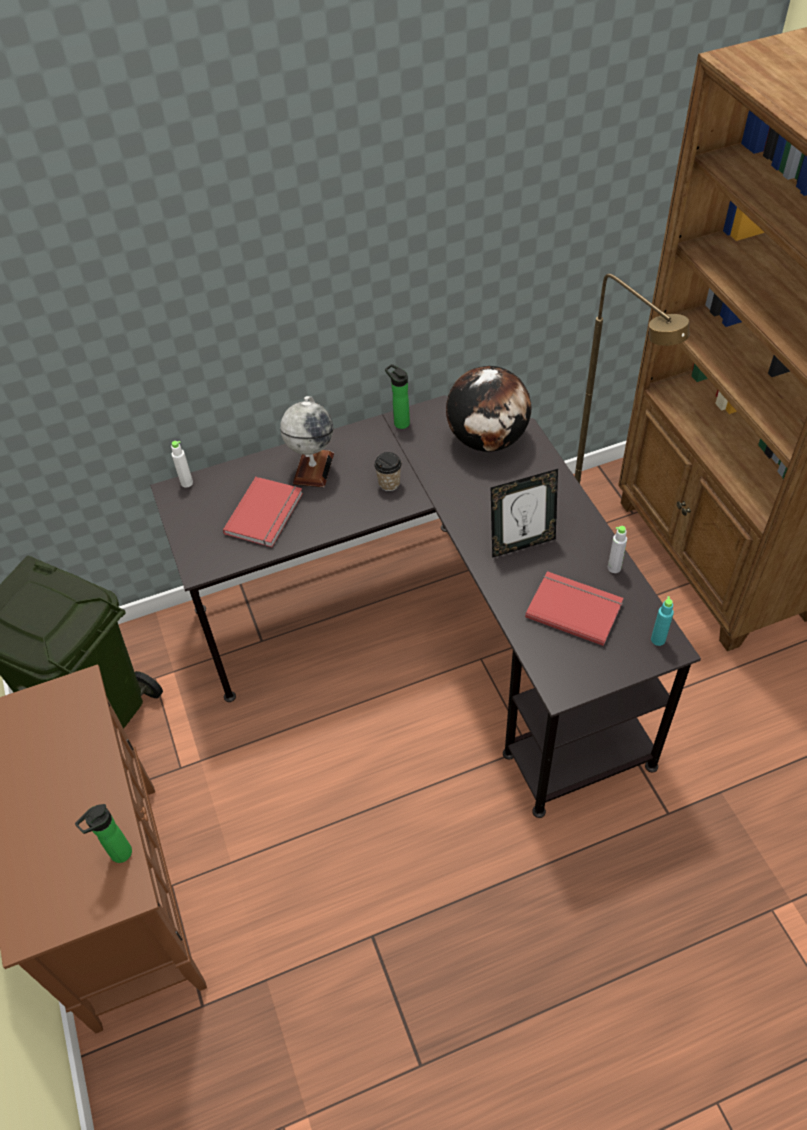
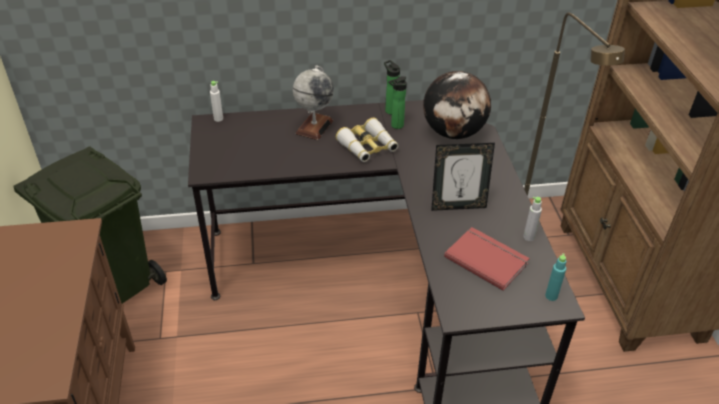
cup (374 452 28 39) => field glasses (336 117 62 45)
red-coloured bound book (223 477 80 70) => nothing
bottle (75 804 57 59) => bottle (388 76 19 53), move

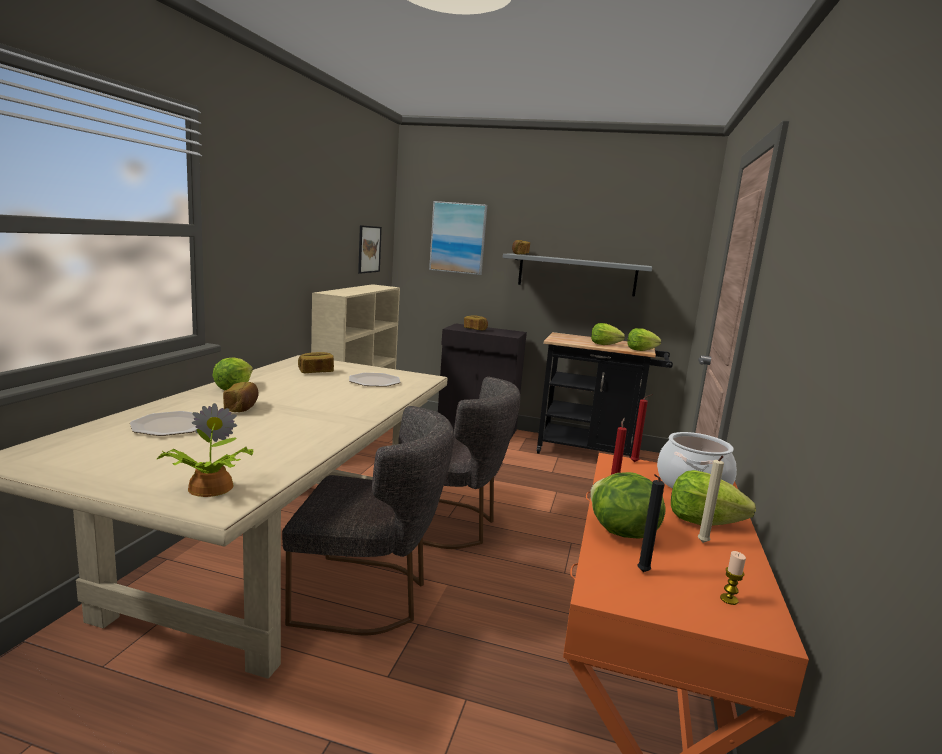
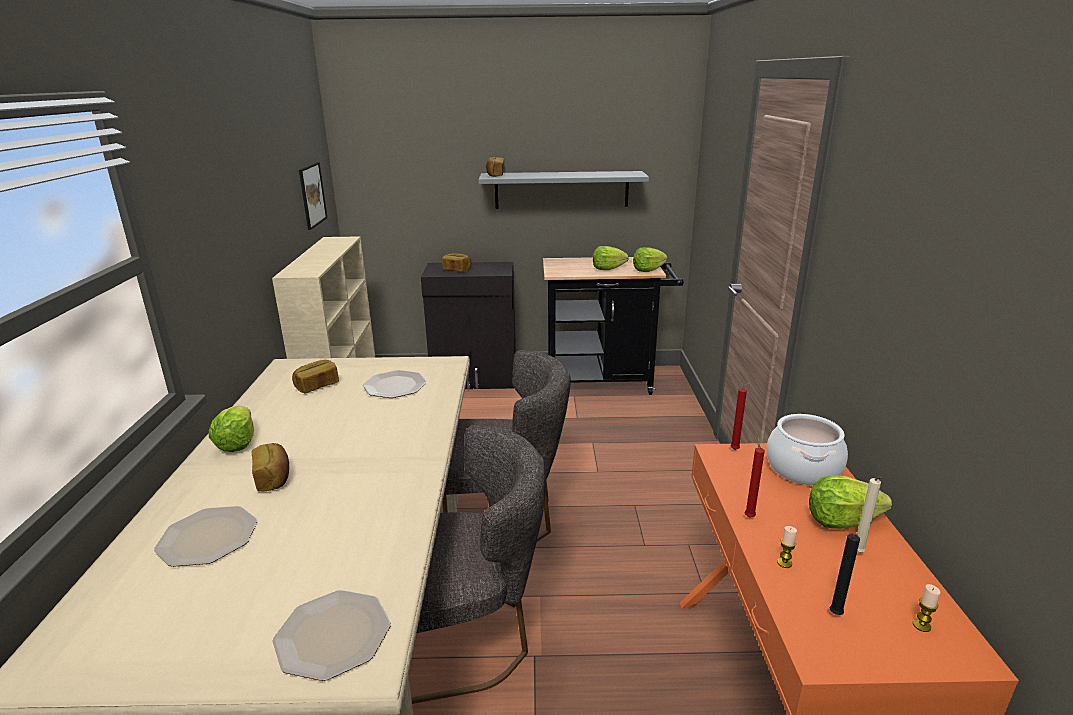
wall art (429 201 58 74) => nothing
houseplant (155 403 99 94) => dinner plate (272 590 119 91)
lettuce head (590 472 76 67) => wax candle (777 526 20 42)

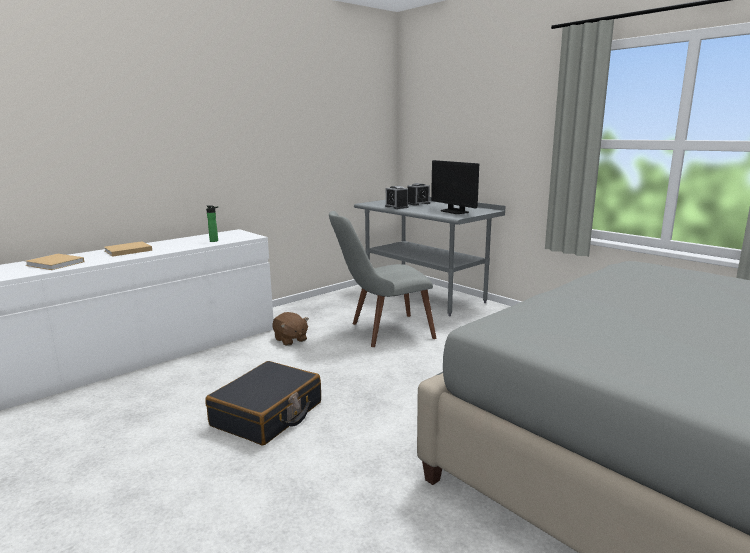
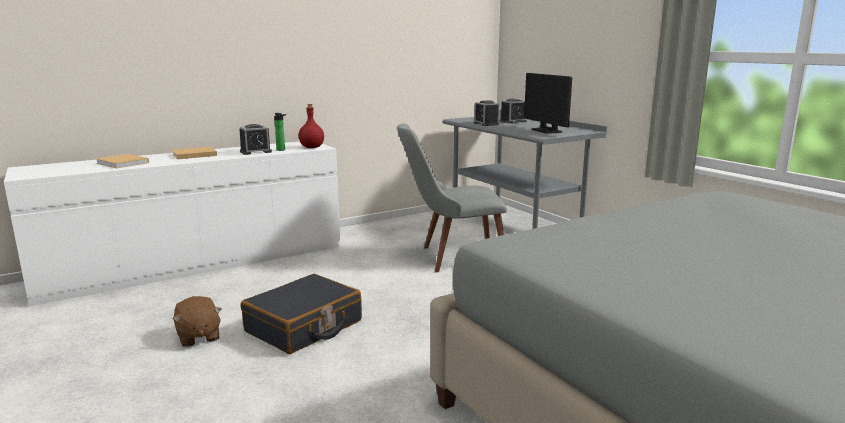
brown-coloured cuddly toy (273 312 36 34) => brown-coloured cuddly toy (173 296 49 51), move
nothing => red-coloured bottle (299 104 25 44)
nothing => bedside clock (239 124 33 31)

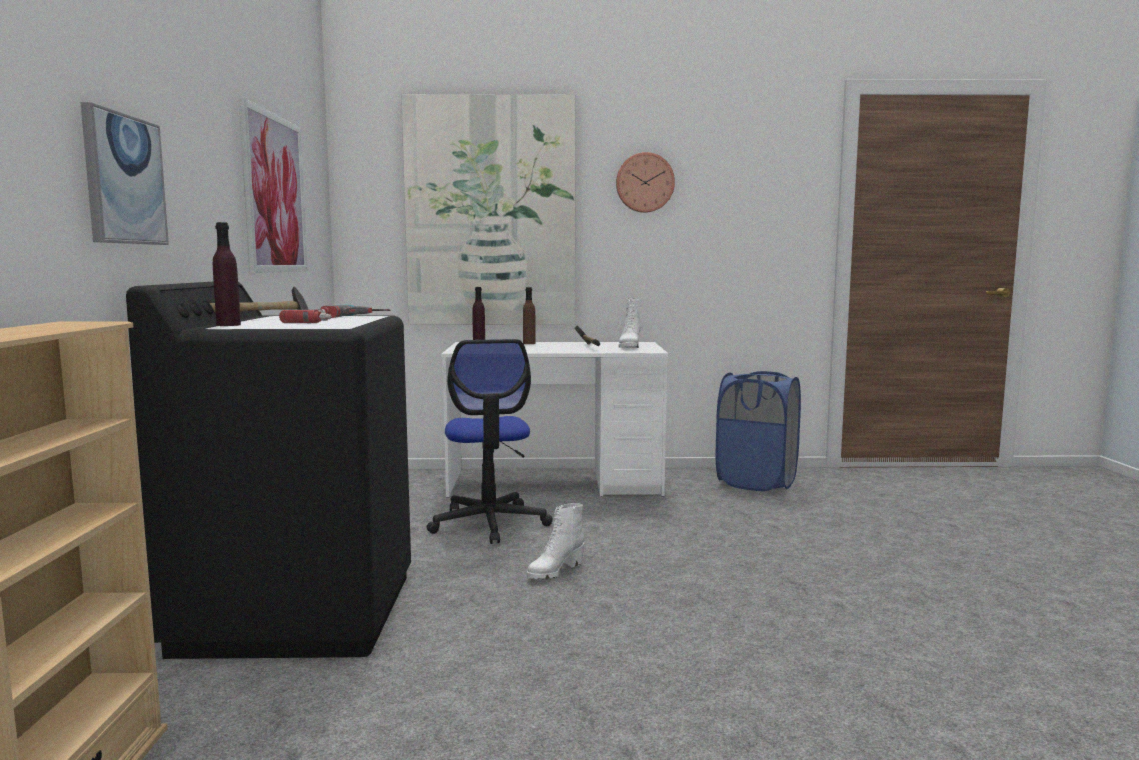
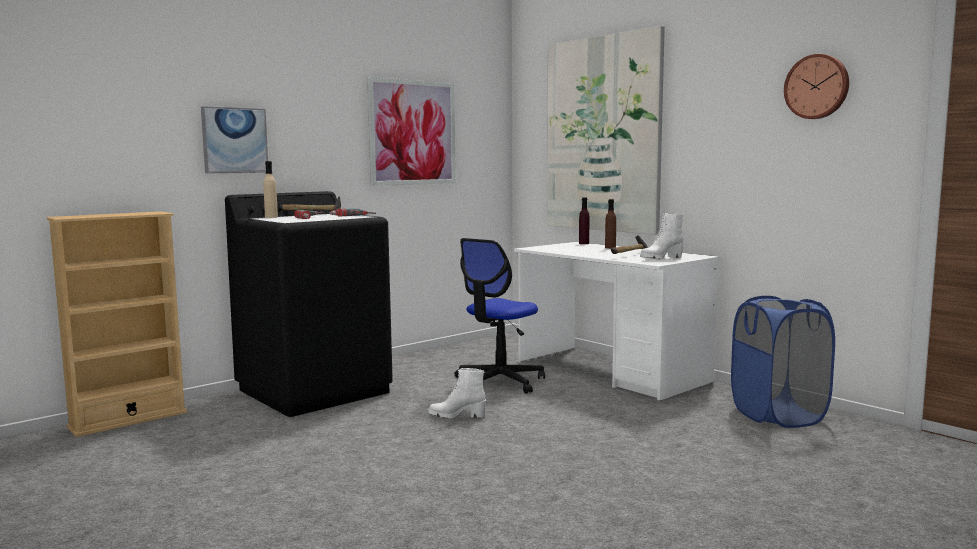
hanging clock (616 152 59 61) => hanging clock (784 54 65 65), move
purple-coloured bottle (213 222 28 104) => beige-coloured bottle (263 161 15 57)

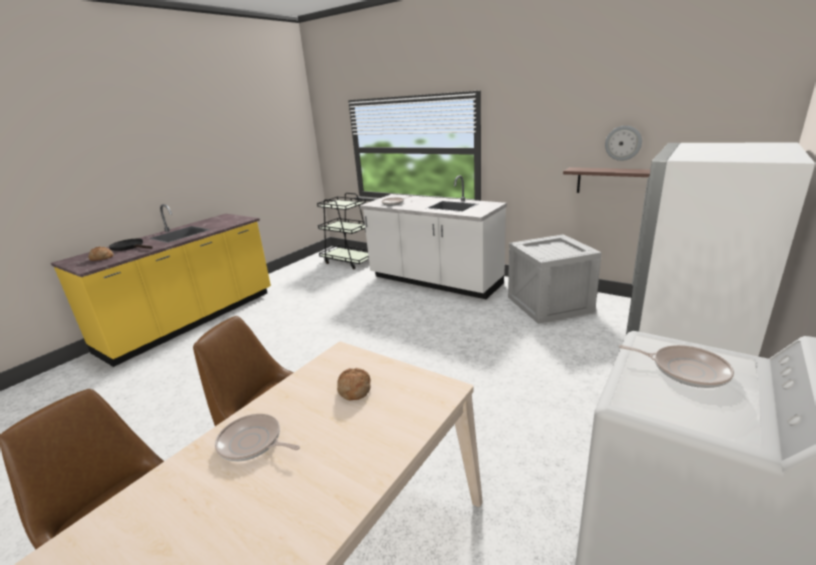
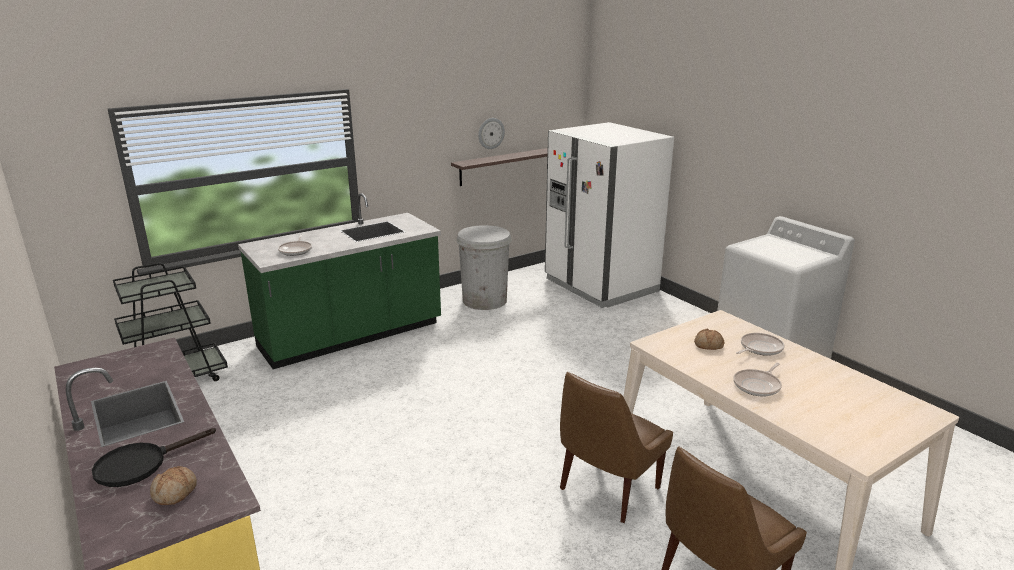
white kitchen counter (360 175 147 124) => greenish kitchen counter (238 193 203 176)
crate (508 234 94 90) => white rubbish bin (456 225 56 85)
frying pan (619 345 115 43) => frying pan (736 333 49 23), move

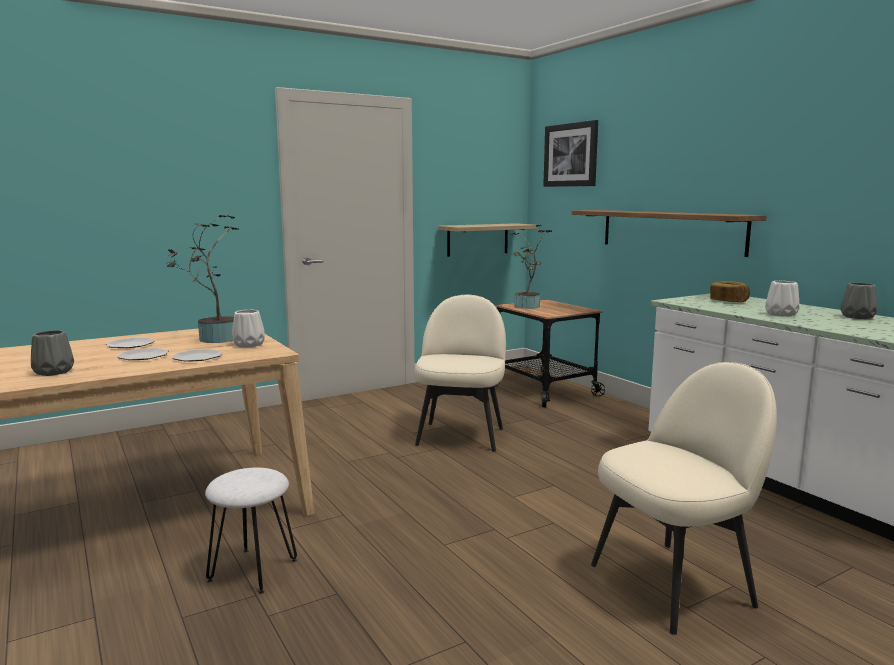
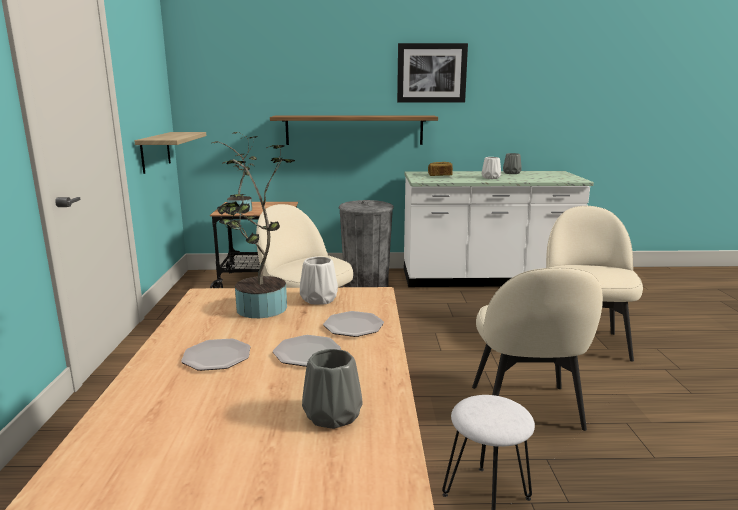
wall art (543 120 55 67) => wall art (397 43 71 60), move
nothing => grey rubbish bin (339 200 55 87)
nothing => beige-coloured upright chair (472 267 131 164)

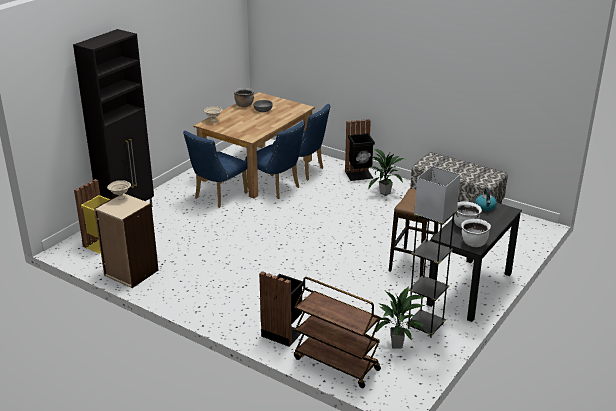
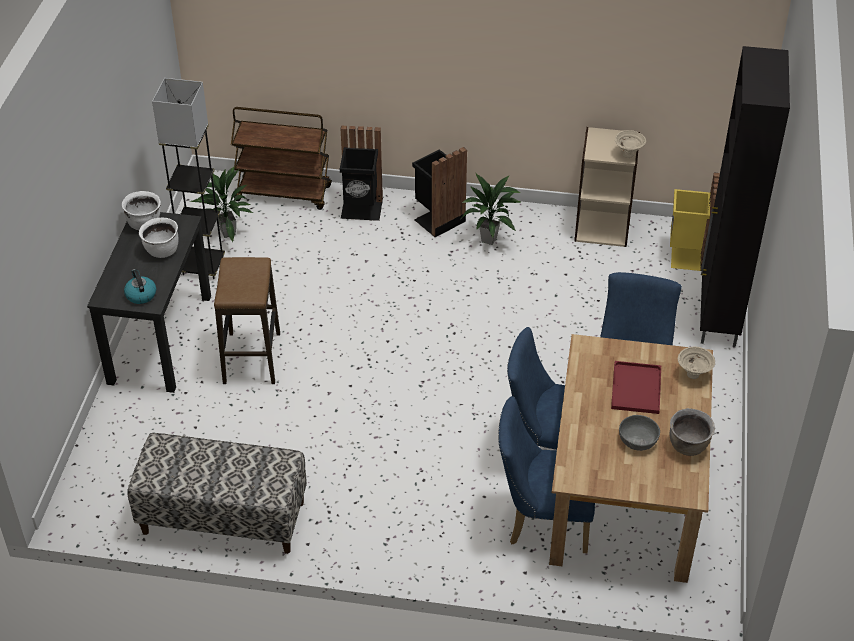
blackish rubbish bin (345 119 30 62) => blackish rubbish bin (412 147 55 90), move
houseplant (368 148 38 48) => houseplant (461 174 61 71), move
nothing => red-coloured carrying tray (611 361 50 53)

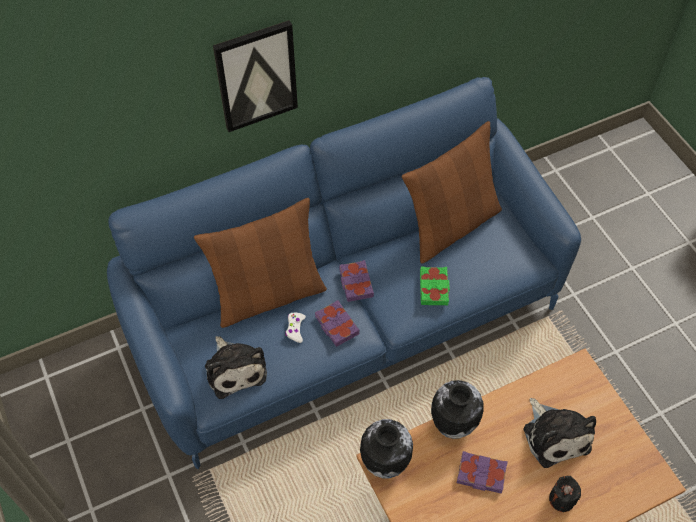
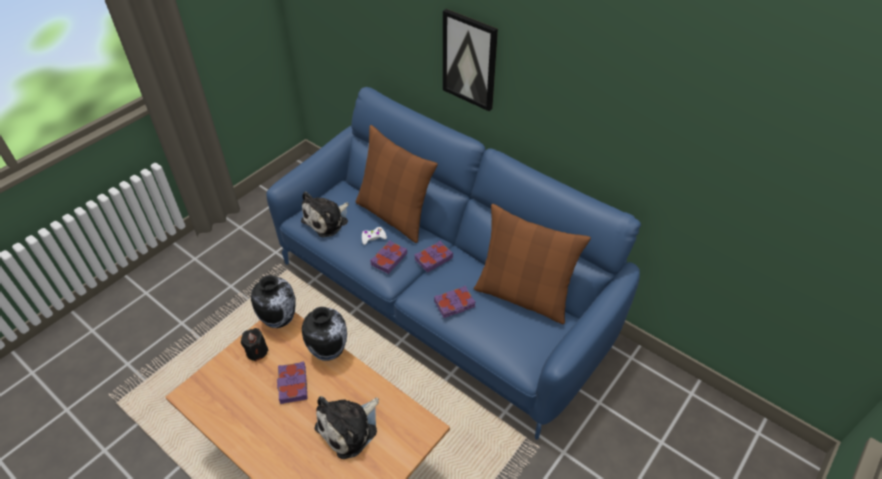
greenish bound book (420 266 30 39) => purple-coloured bound book (434 285 41 33)
blackish wax candle (549 476 32 36) => blackish wax candle (241 328 27 34), move

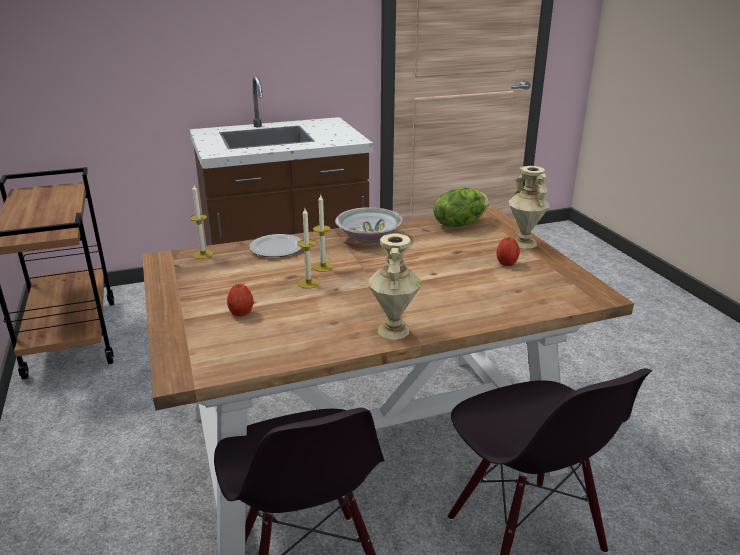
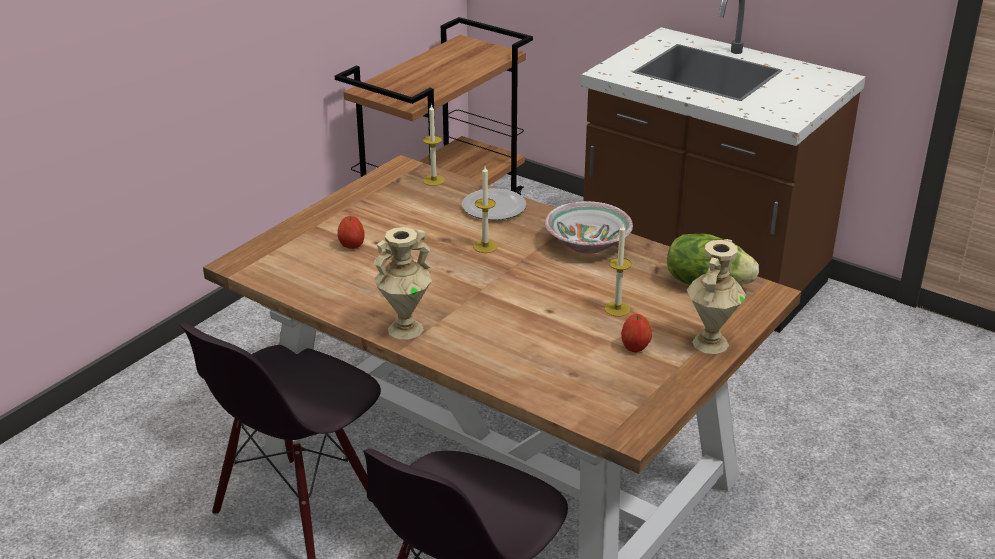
wax candle (297 208 22 81) => wax candle (604 224 28 93), move

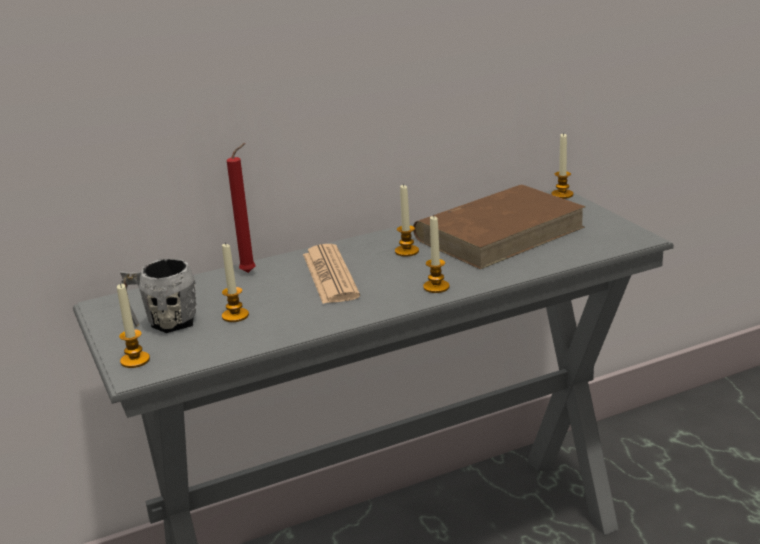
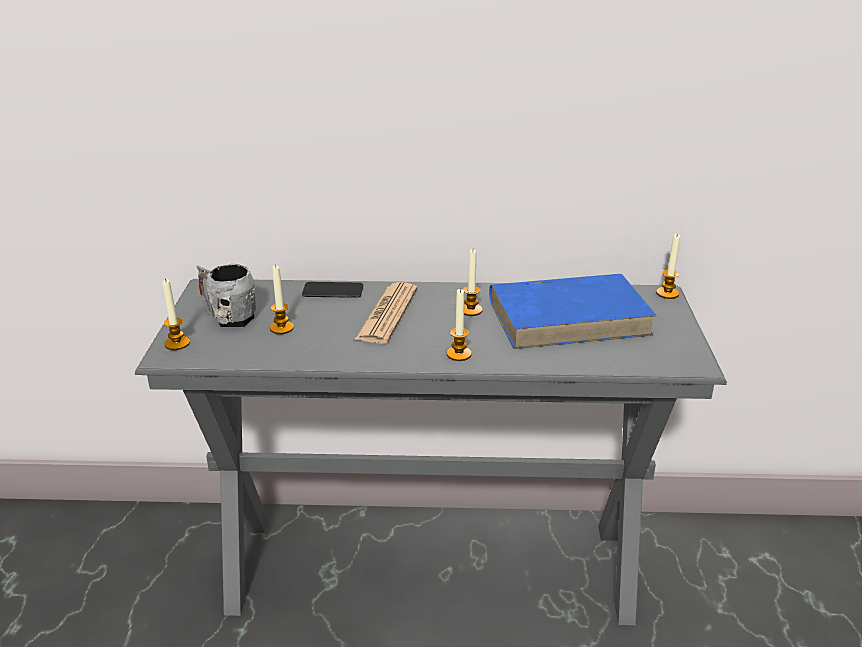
red-coloured wax candle (227 143 28 130) => phone (302 282 61 16)
brown-coloured bound book (413 185 173 84) => blue-coloured bound book (489 274 168 75)

